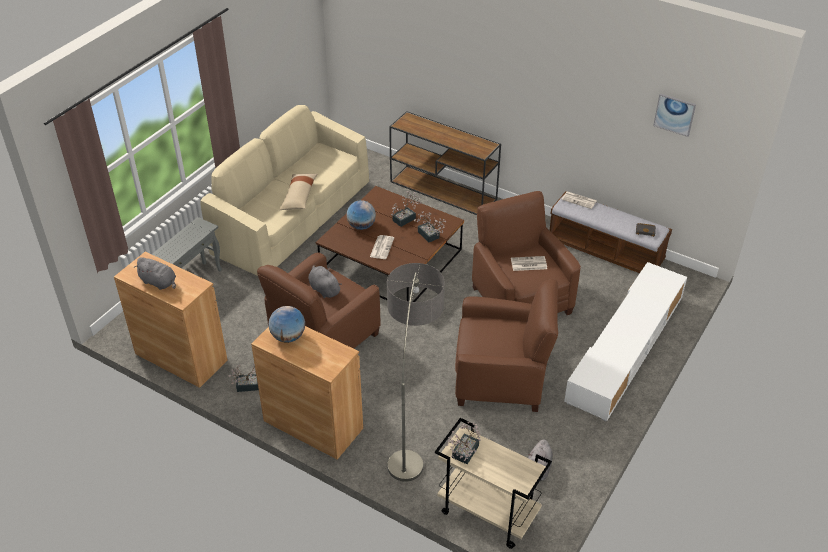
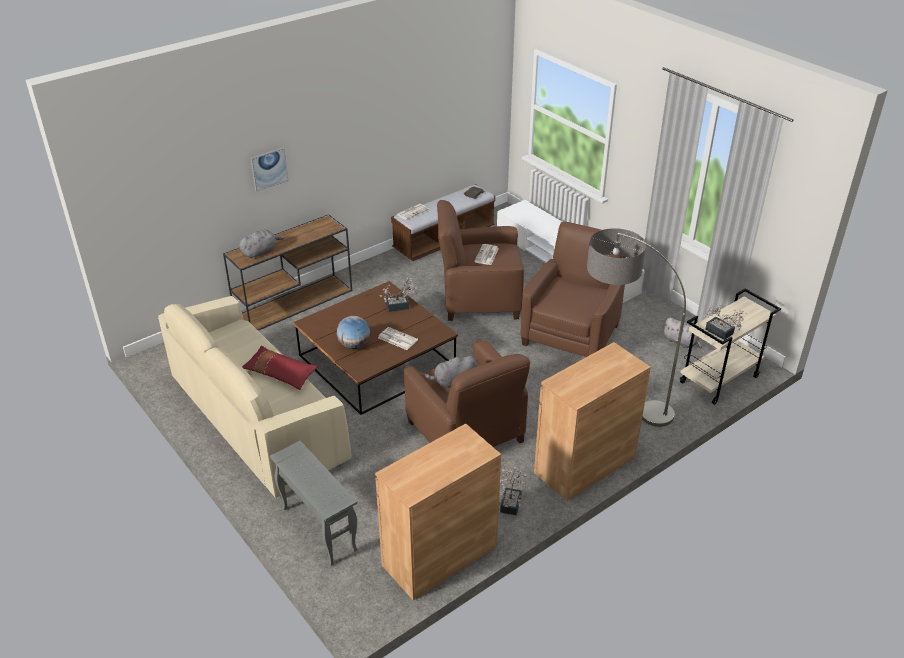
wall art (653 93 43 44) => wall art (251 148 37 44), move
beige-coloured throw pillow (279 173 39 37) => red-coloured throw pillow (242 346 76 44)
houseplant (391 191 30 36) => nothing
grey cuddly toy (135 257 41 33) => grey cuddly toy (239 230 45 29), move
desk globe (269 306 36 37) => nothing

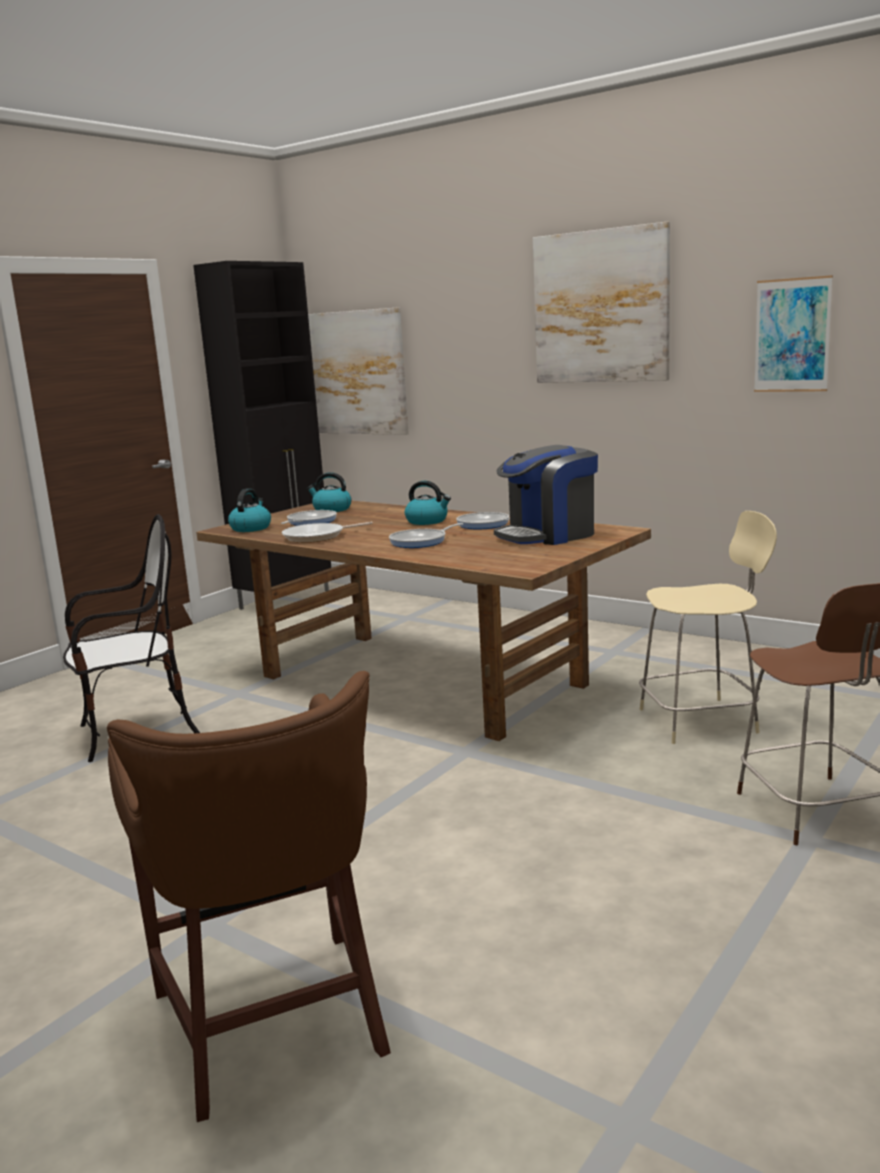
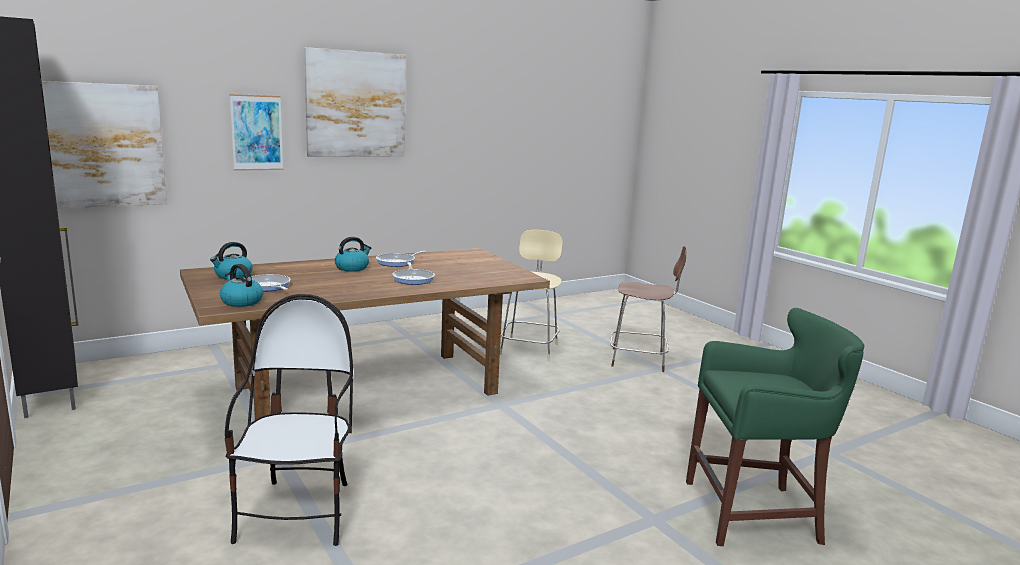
wall art (754 275 79 117) => wall art (230 94 53 77), move
coffee maker (494 445 104 100) => nothing
frying pan (282 522 91 21) => nothing
brown-coloured stool (107 671 284 451) => greenish stool (686 308 178 238)

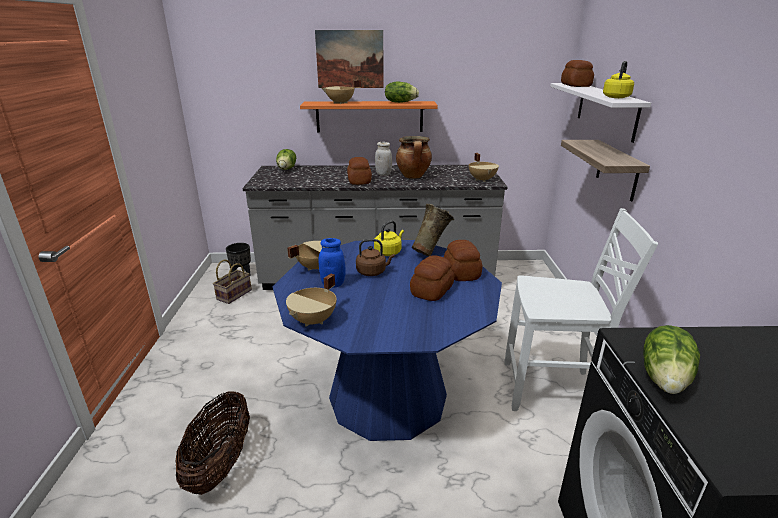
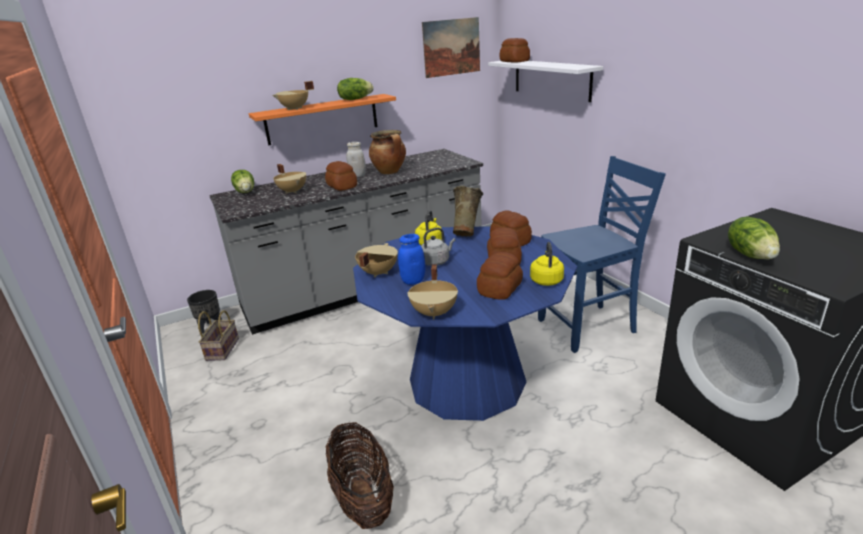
wall art (315 30 69 58) => wall art (422 17 58 61), move
yellowish kettle (603 61 31 37) => yellowish kettle (530 242 34 44), move
bracket shelf (561 140 89 61) => nothing
beige-coloured saucepot (469 153 30 29) => beige-coloured saucepot (273 164 33 30), move
white upright chair (505 208 153 203) => blue-coloured upright chair (538 156 128 197)
brown-coloured kettle (356 239 39 37) => grey kettle (421 228 34 38)
nothing => bread (477 252 46 48)

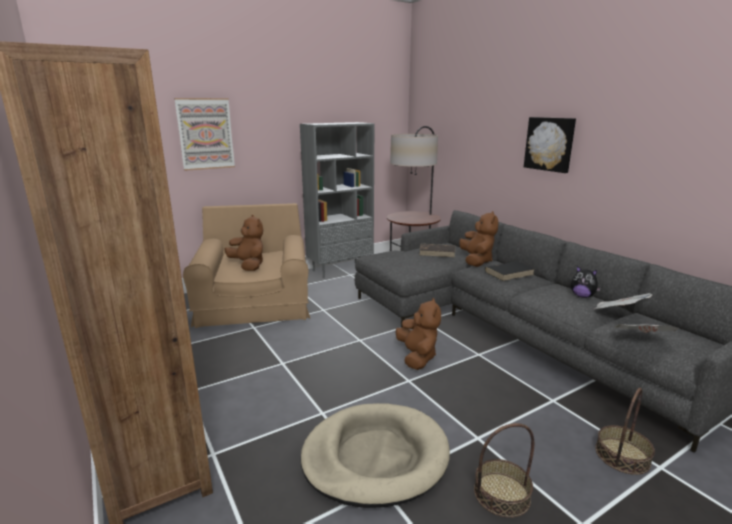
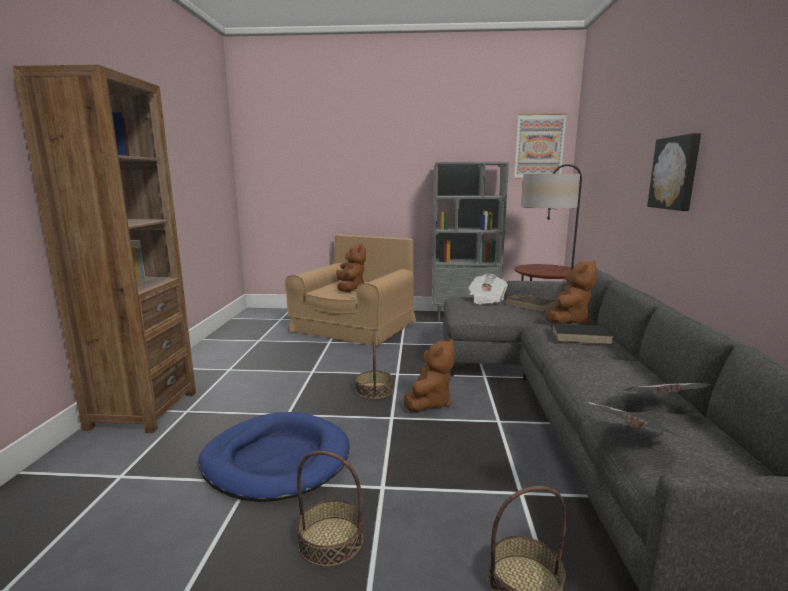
wall art (174 98 61 73) => wall art (514 113 53 66), move
cuddly toy (571 266 30 32) => nothing
beige-coloured pet bed (301 403 149 105) => blue-coloured pet bed (198 412 152 90)
nothing => daily paper (468 274 40 30)
nothing => household basket (355 334 38 65)

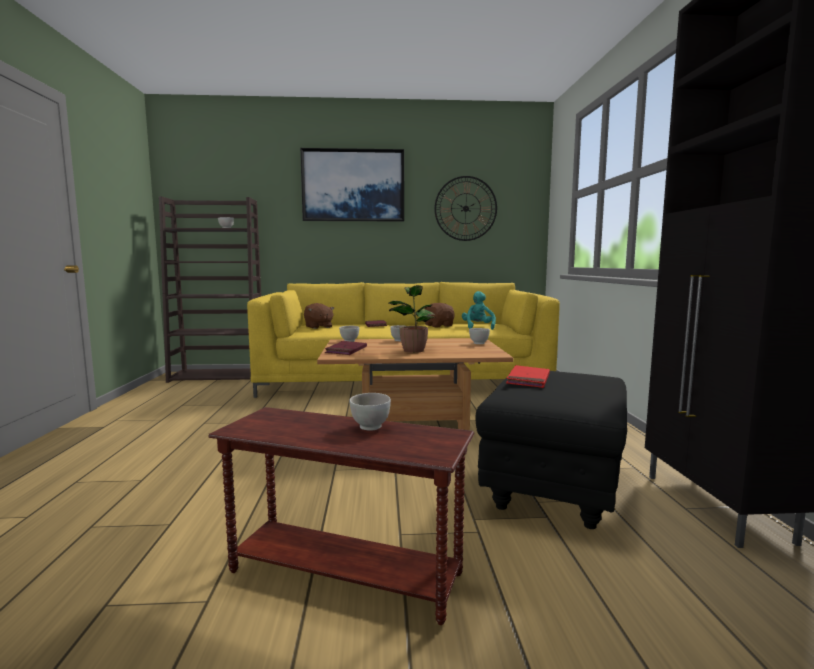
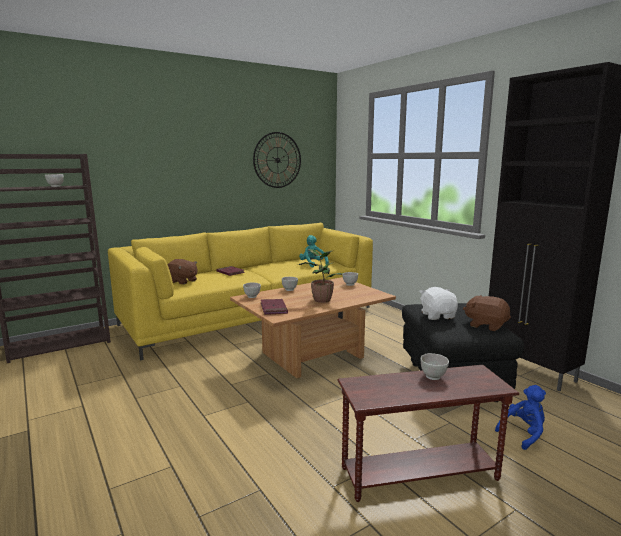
wall art (300 148 104 74) => nothing
brown-coloured cuddly toy (424 303 31 25) => brown-coloured cuddly toy (463 295 48 36), move
red-coloured bound book (506 365 44 23) => white cuddly toy (419 287 39 33)
nothing => blue-coloured cuddly toy (495 385 51 65)

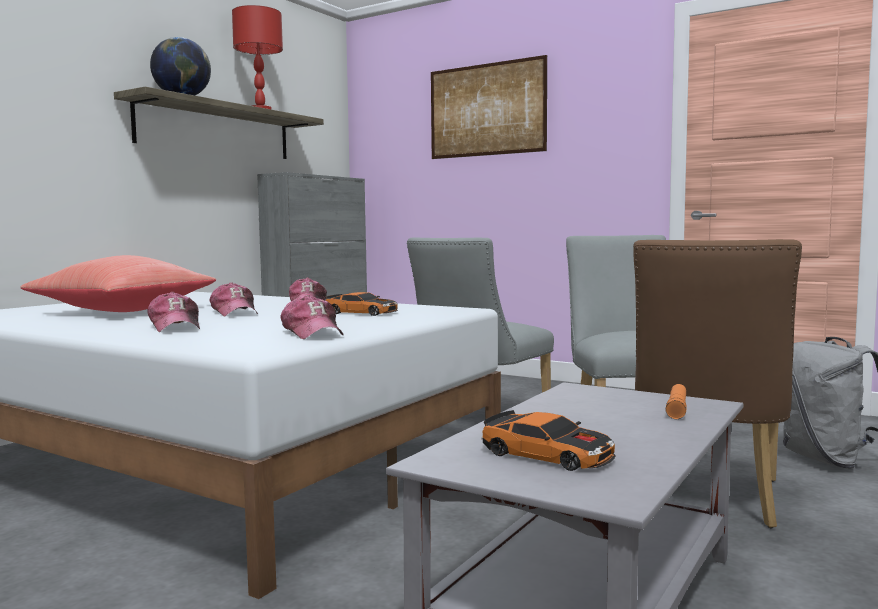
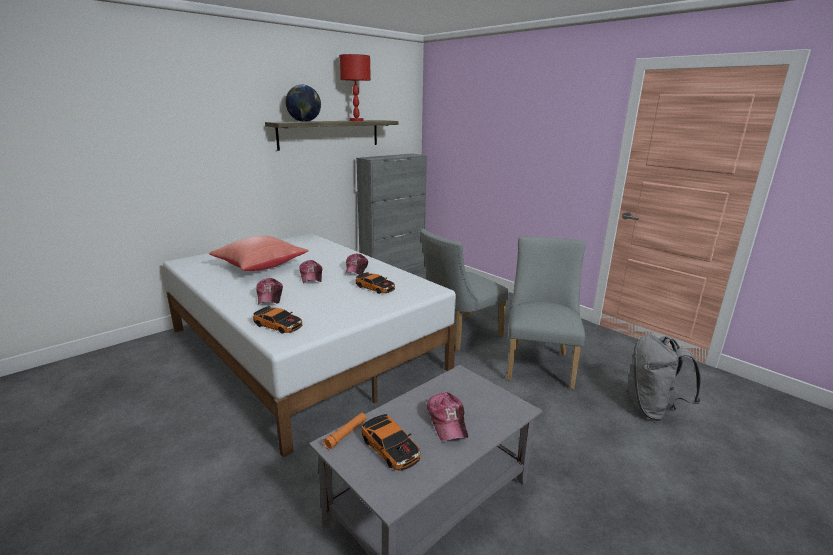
wall art (431 55 116 104) => nothing
brown-coloured upright chair (633 239 169 289) => nothing
peaked cap (280 295 64 44) => peaked cap (427 392 41 49), move
orangey hand torch (665 384 22 35) => orangey hand torch (323 413 44 37), move
nothing => miniature car (253 306 49 28)

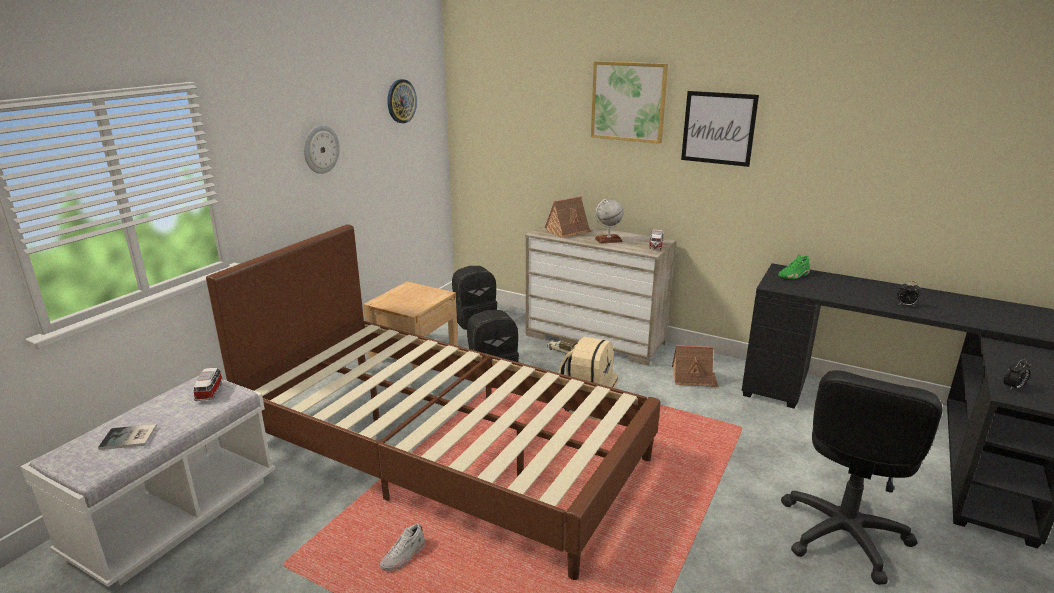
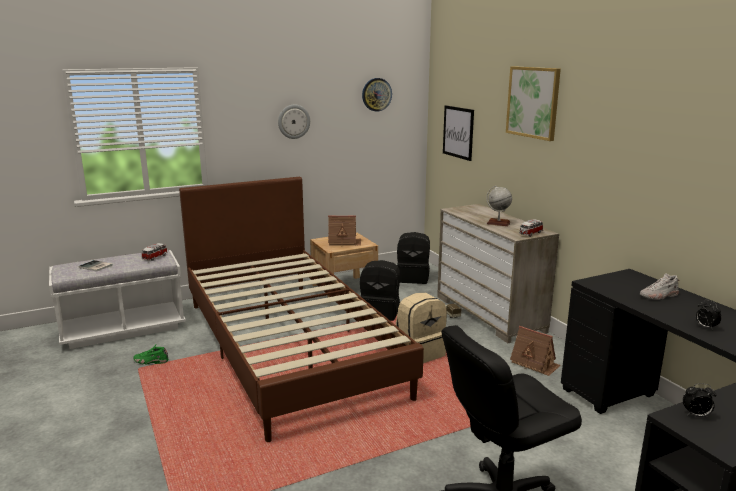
wall art (681 91 78 76) => wall art (443 105 31 56), move
toy house (545 196 47 42) => toy house (328 215 33 31), move
greenish item of footwear (778 255 32 24) => greenish item of footwear (133 344 35 20), move
white item of footwear (380 523 45 48) => white item of footwear (640 273 39 27), move

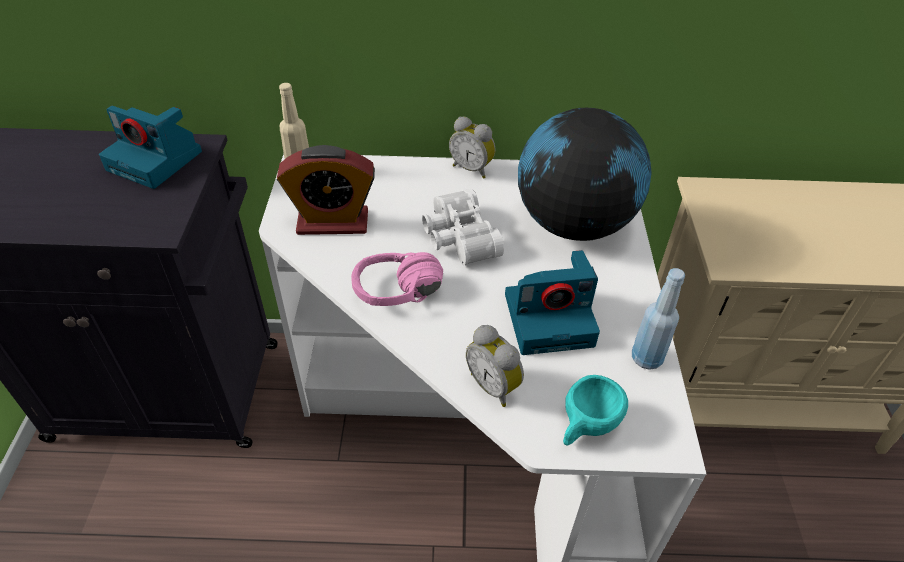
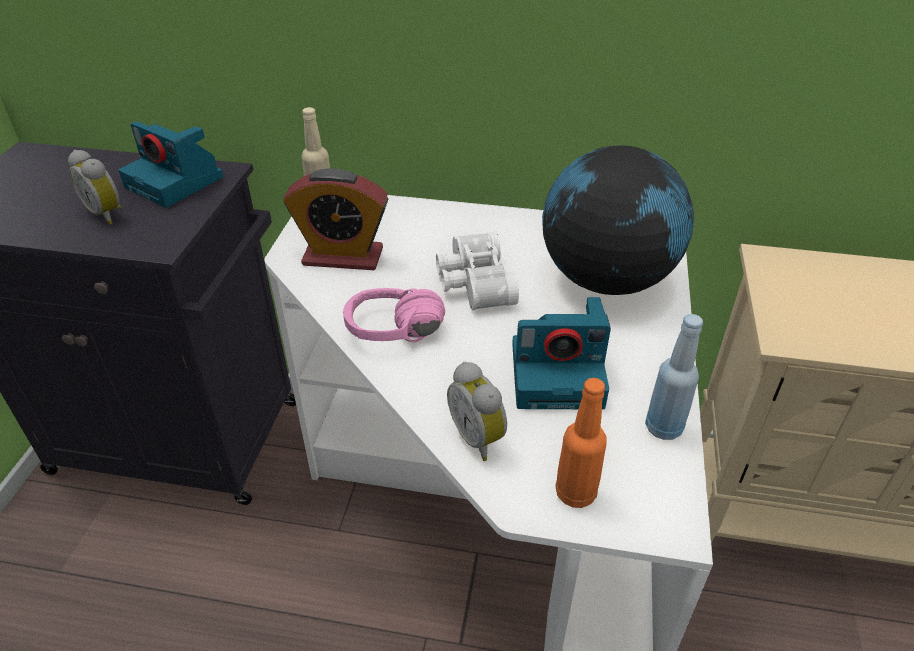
bedside clock (449 117 46 62) => bedside clock (68 150 53 74), move
blue-green cup (563 375 65 71) => orangey bottle (555 378 52 130)

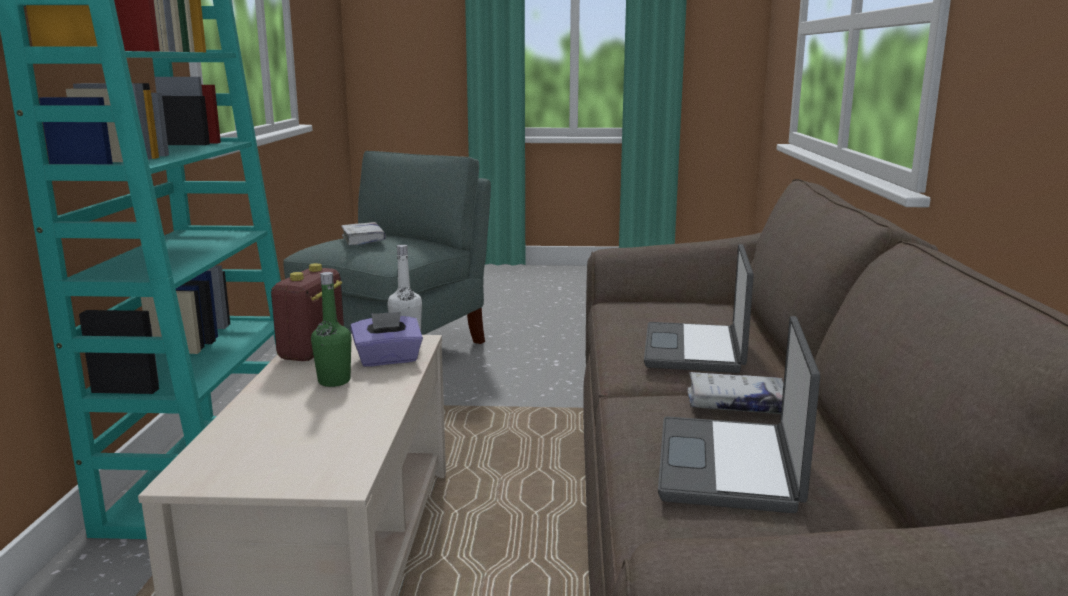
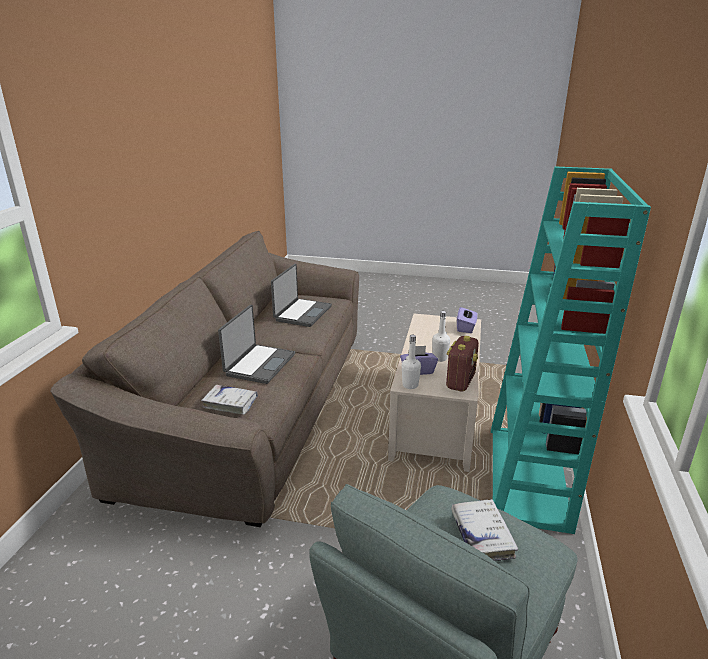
greenish bottle (311 272 40 115) => white bottle (432 311 18 51)
white bound book (687 372 97 42) => white bound book (201 385 57 30), move
nothing => purple-coloured tissue box (457 307 21 26)

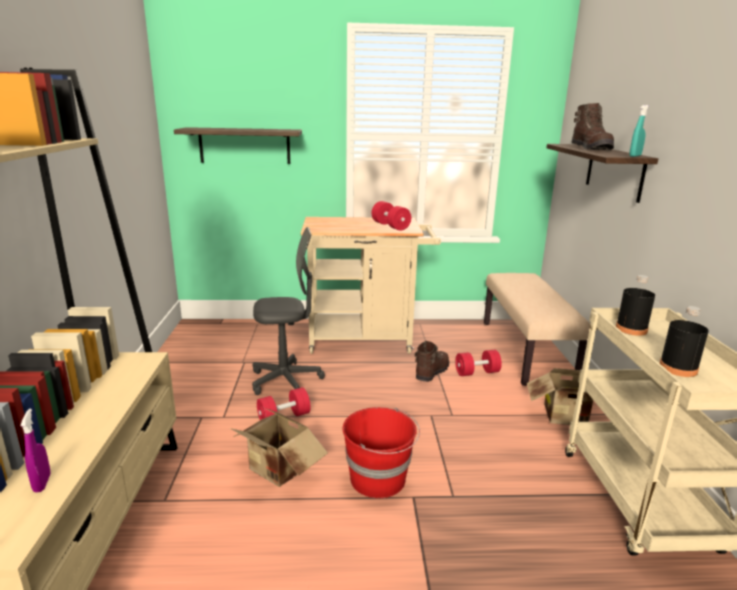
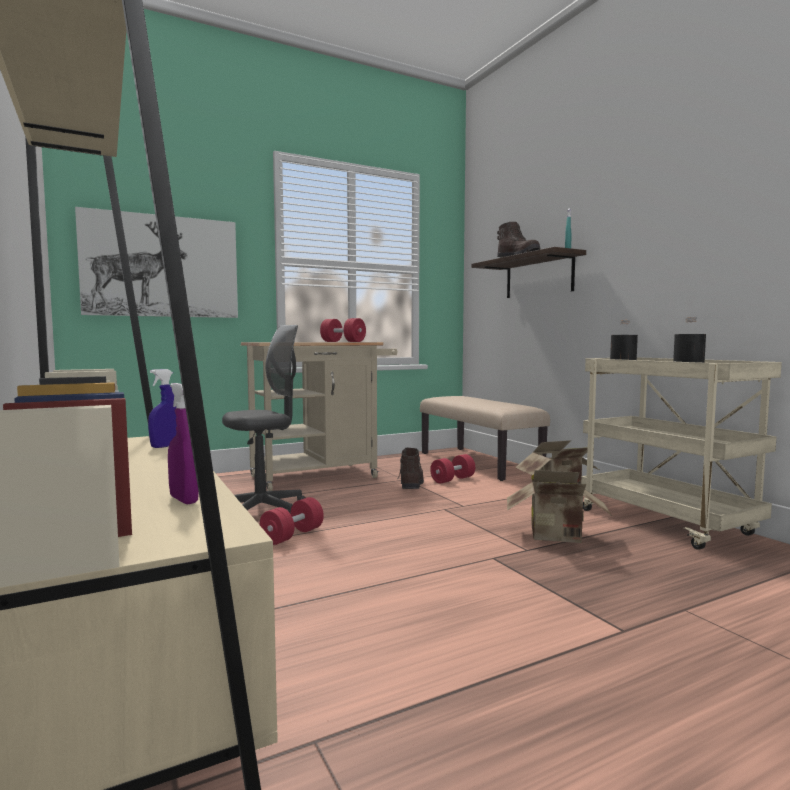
bracket shelf (174 127 128 37) => wall art (75 207 163 111)
red-coloured water bucket (343 407 77 91) => nothing
packing box (230 408 98 79) => packing box (507 470 106 73), move
nothing => blue-coloured sprayer (148 369 29 79)

